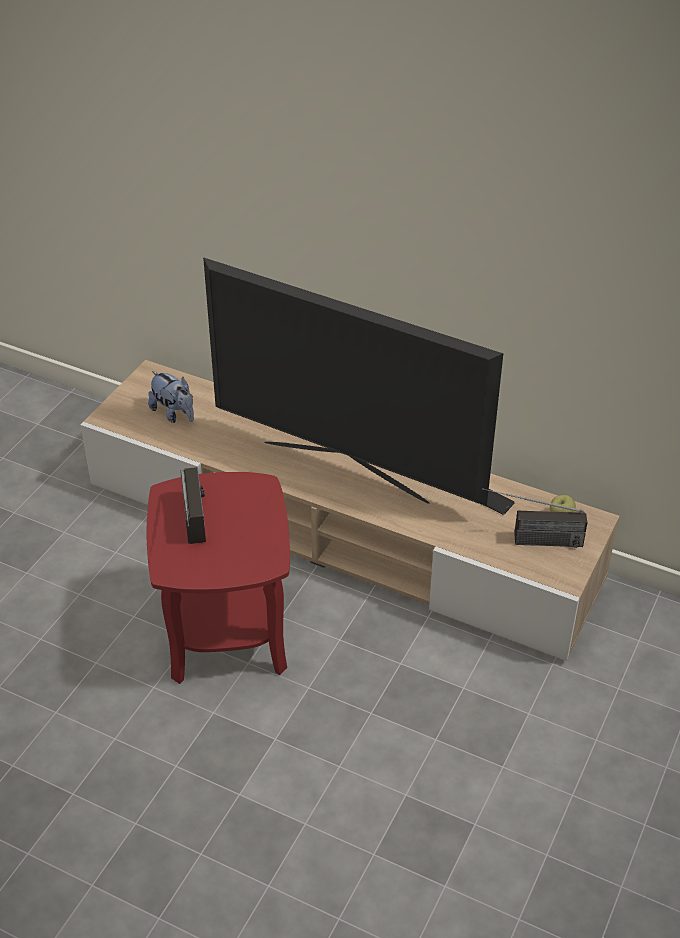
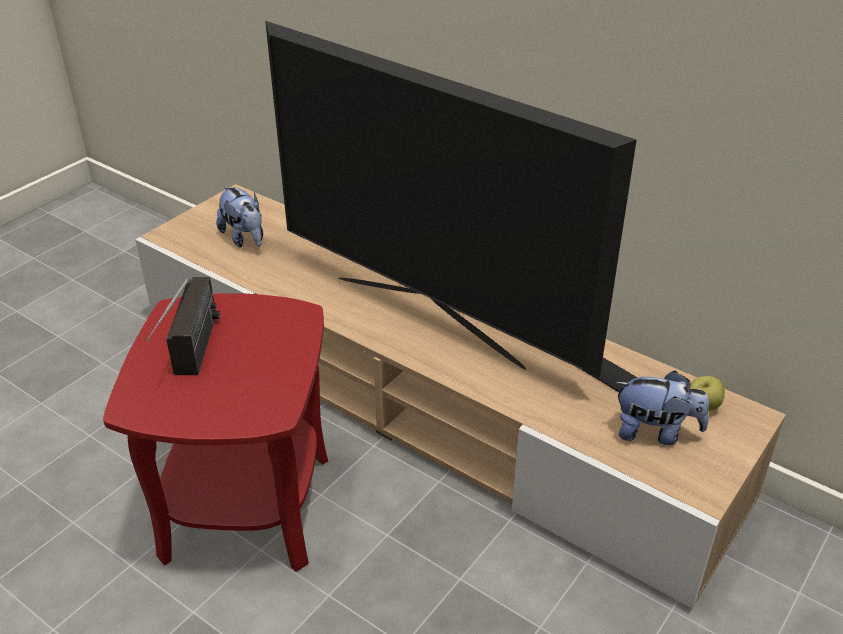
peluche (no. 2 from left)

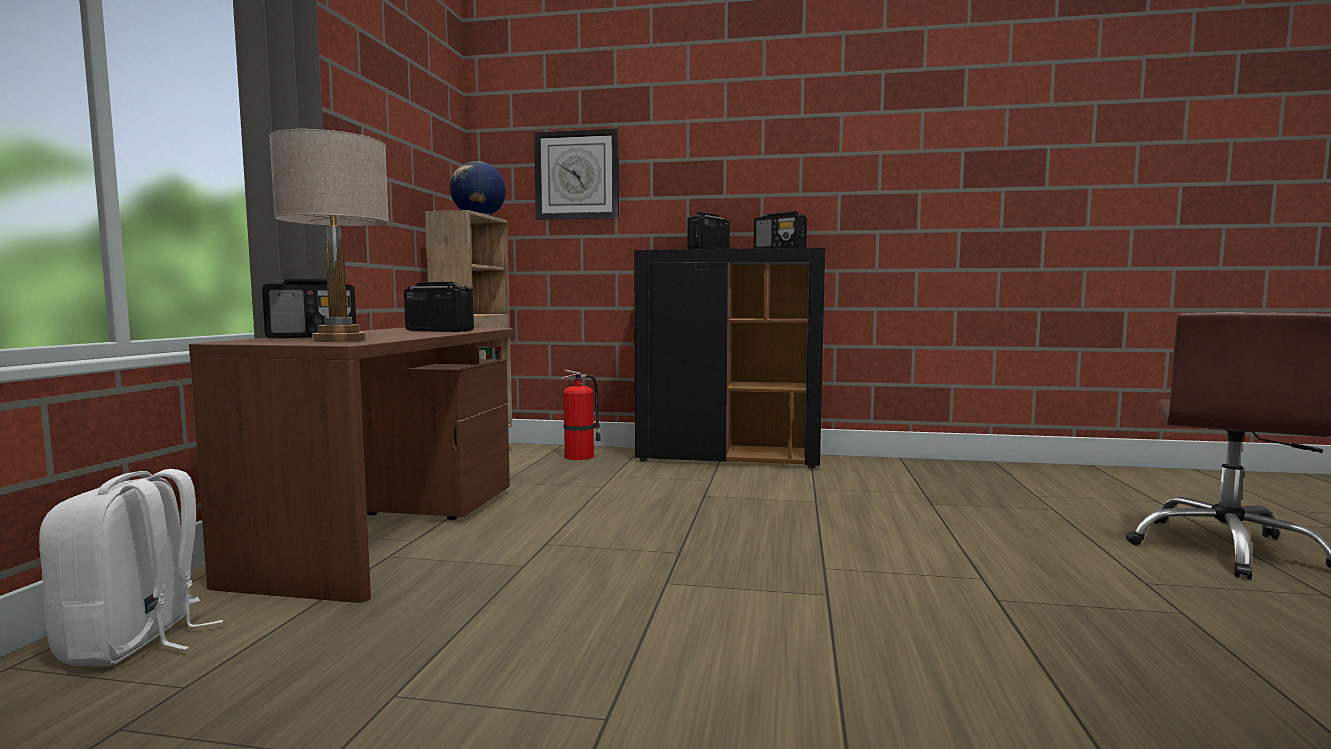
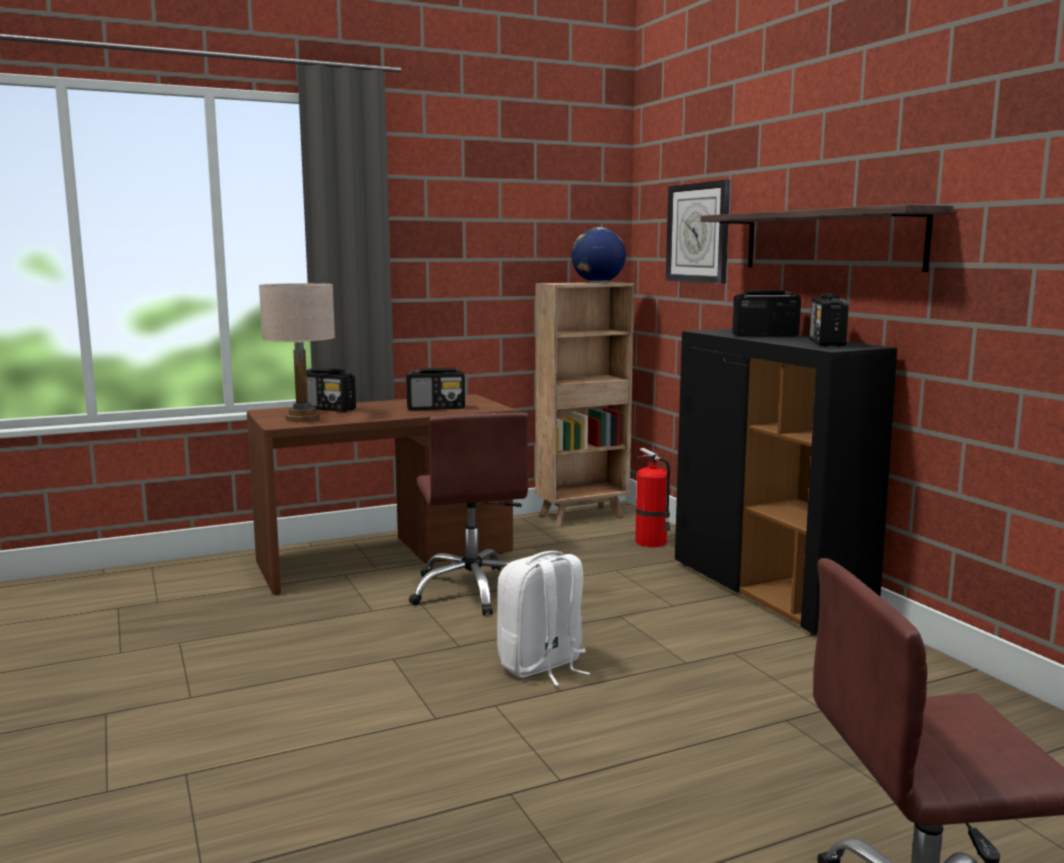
chaise de bureau (marron) (no. 1 from left)
étagère
sac à dos (blanc)
radio (no. 2 from left)

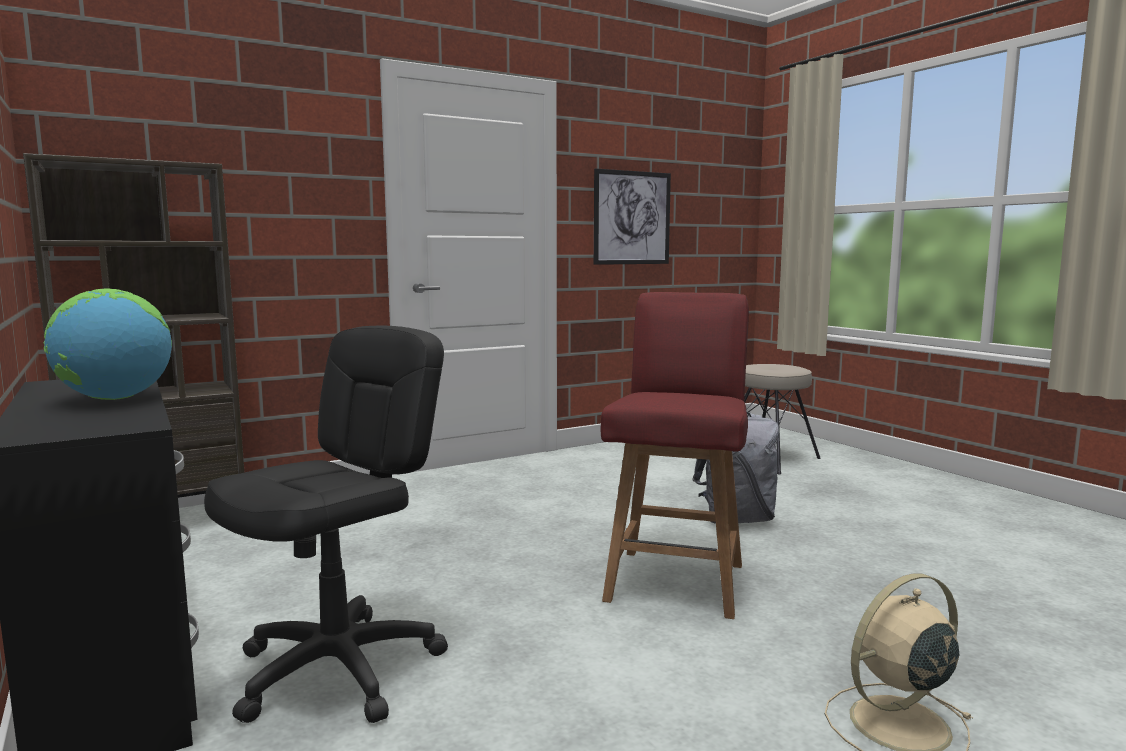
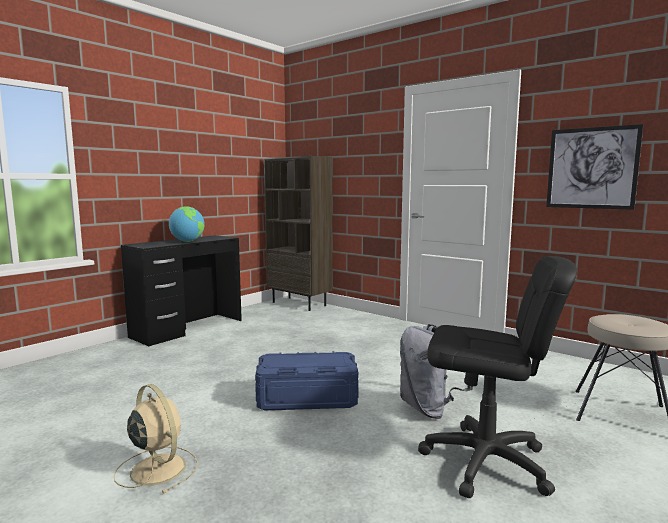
chaise de bureau (noir)
boîte de rangement (bleu)

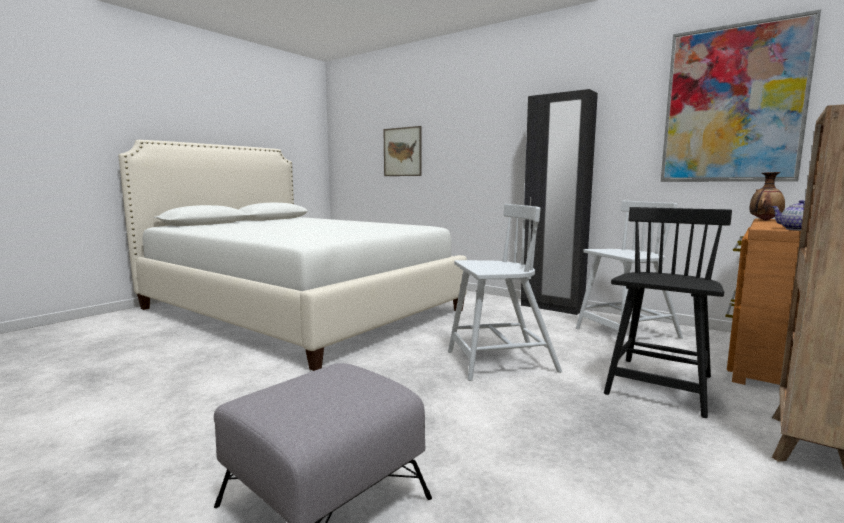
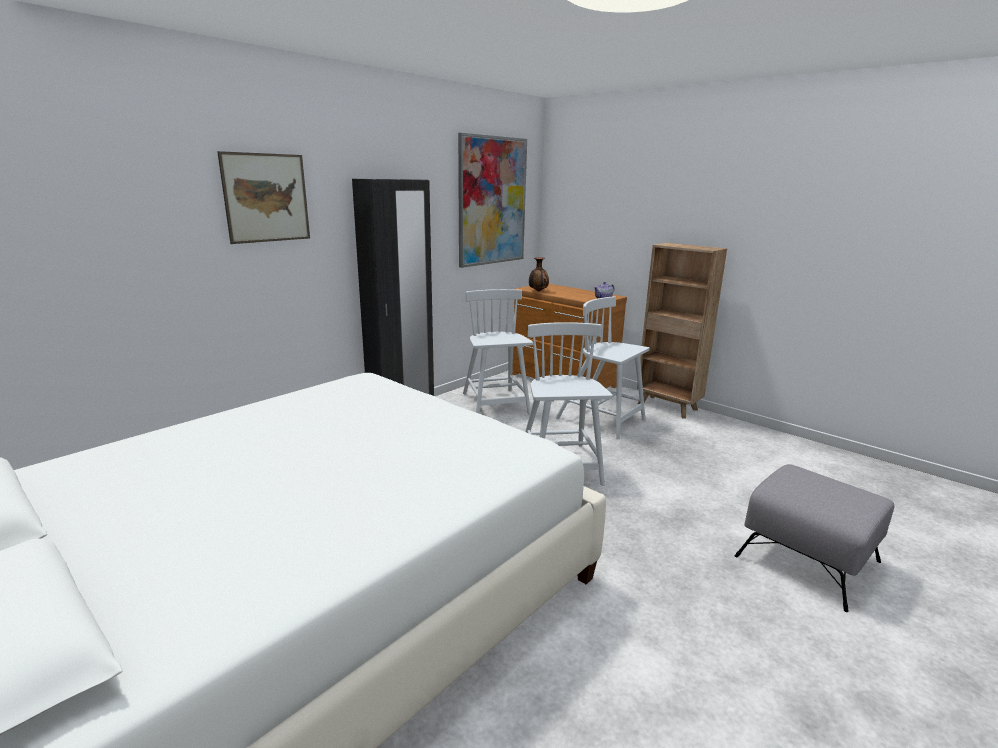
tableau (no. 1 from left)
chaise (blanc) (no. 3 from left)

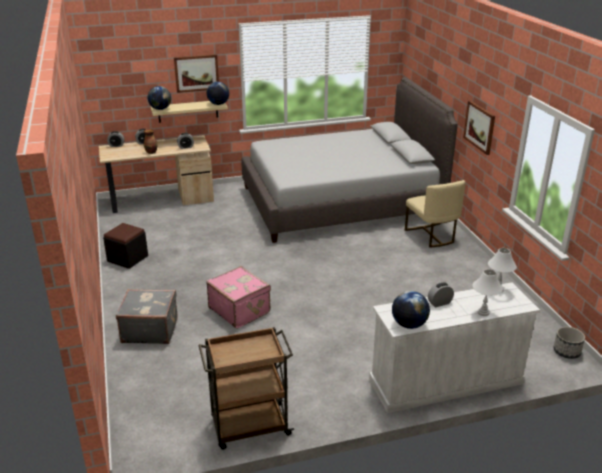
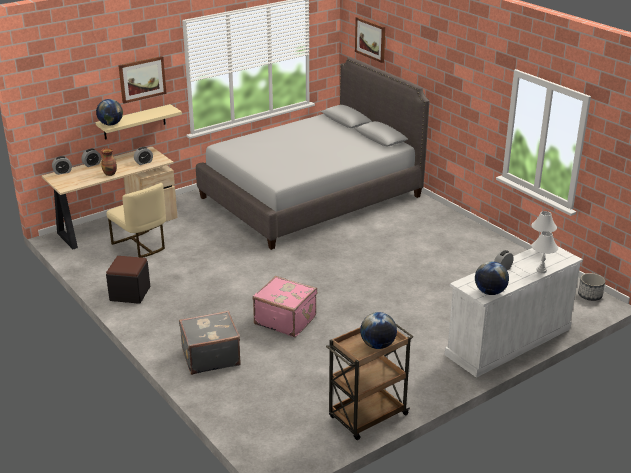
globe (no. 2 from left)
chaise (beige)
tableau (no. 2 from left)

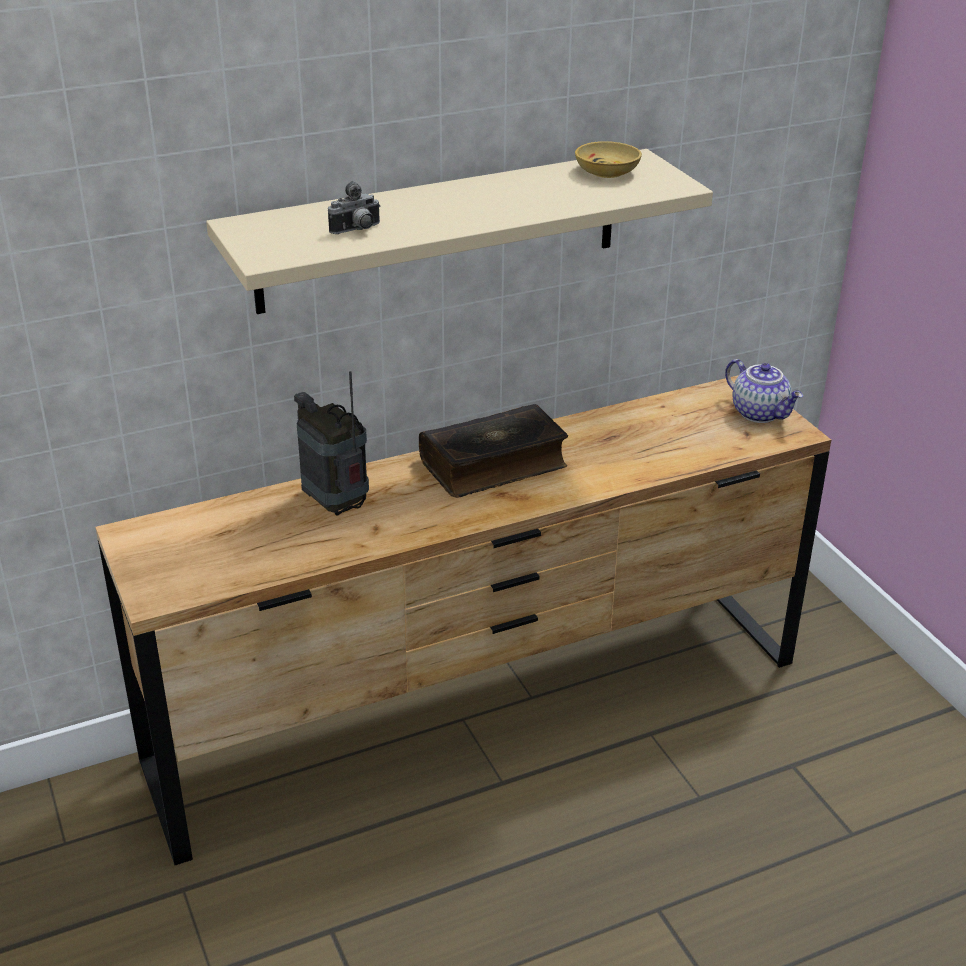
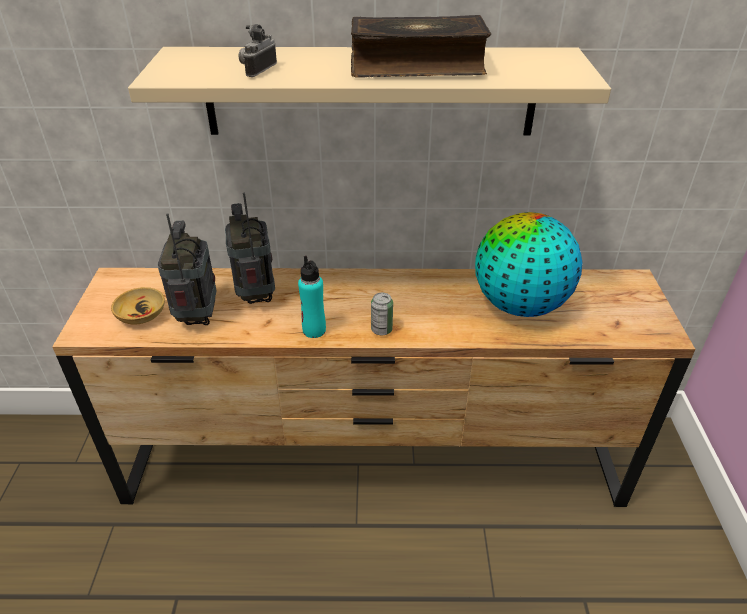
théière
radio (no. 1 from left)
bouteille (turquoise)
boîte métallique
globe
livre
bol (beige)
appareil photo

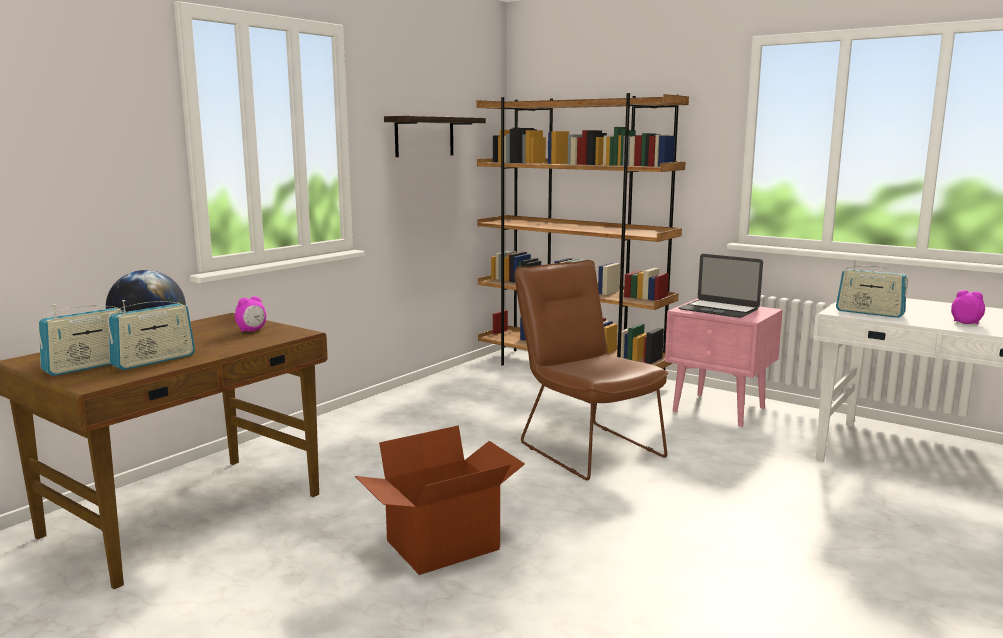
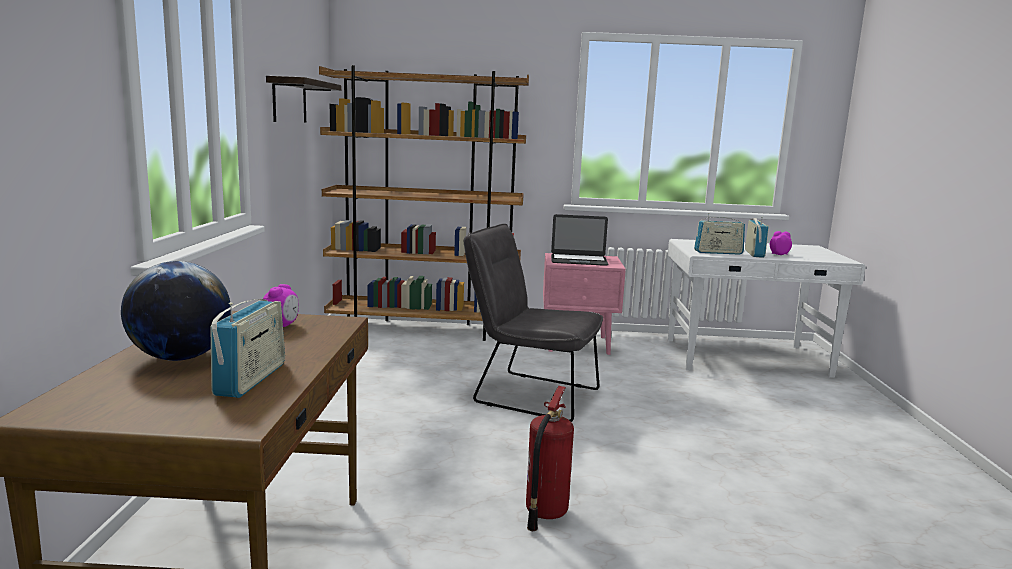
radio (no. 3 from left)
extincteur
chaise (gris)

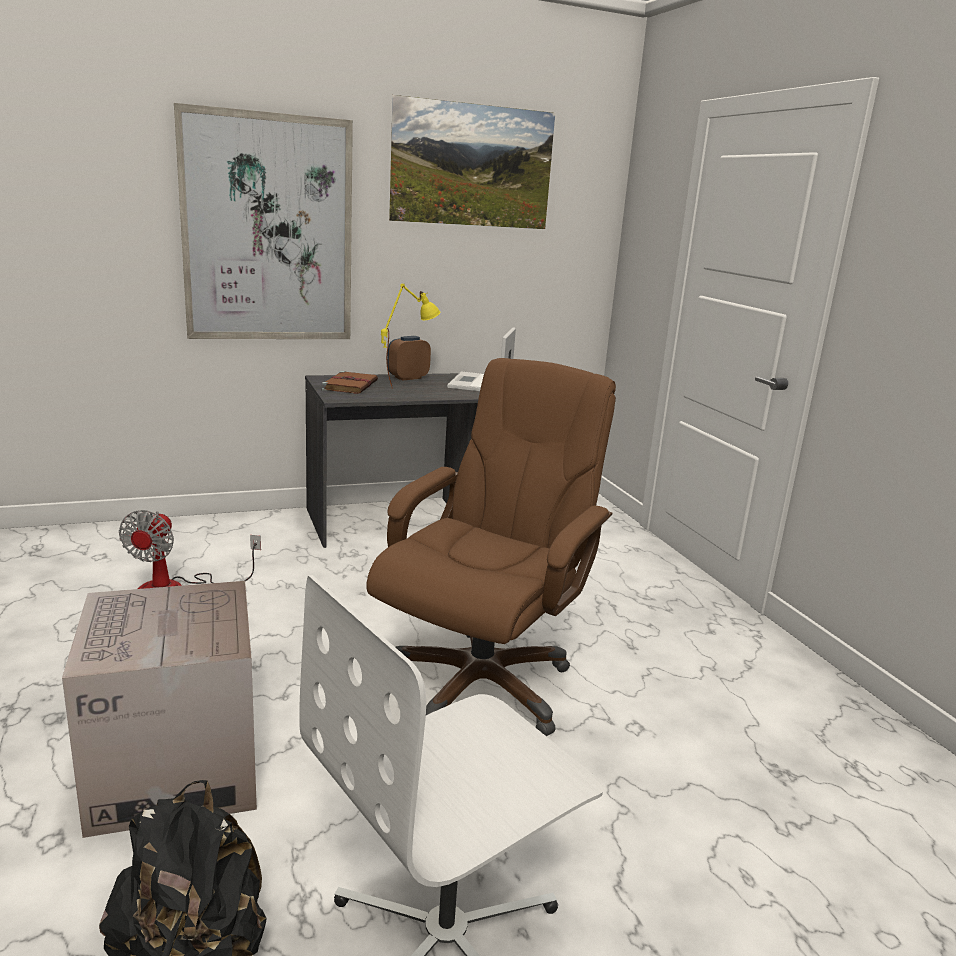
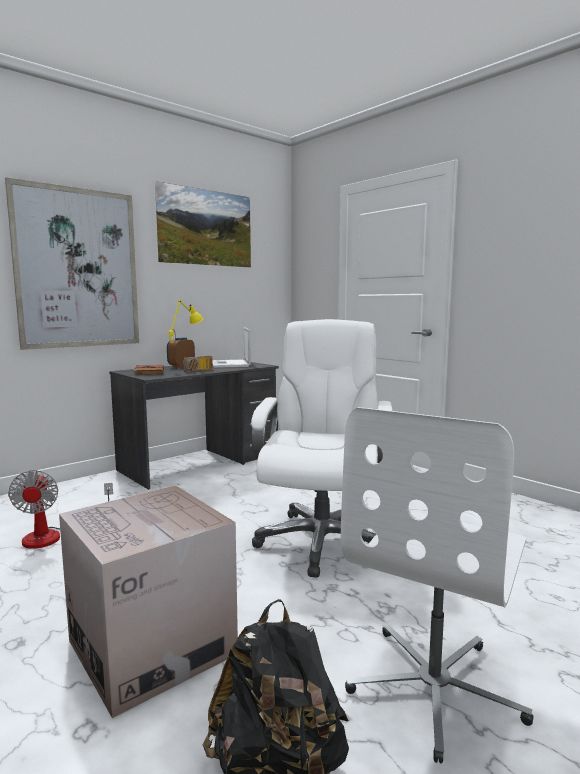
radio
chaise de bureau (blanc) (no. 1 from left)

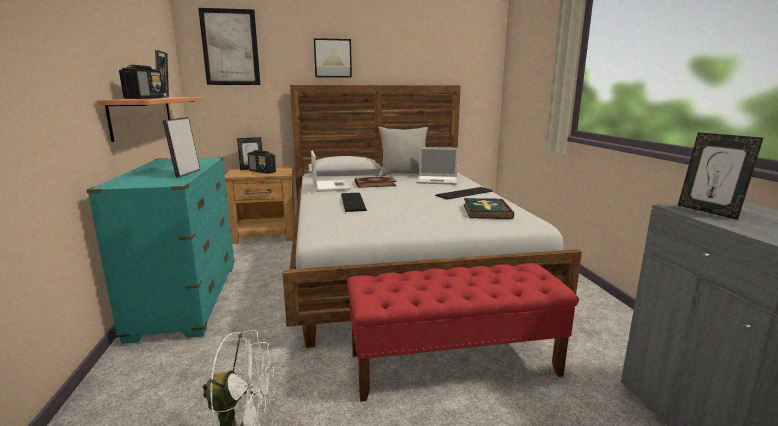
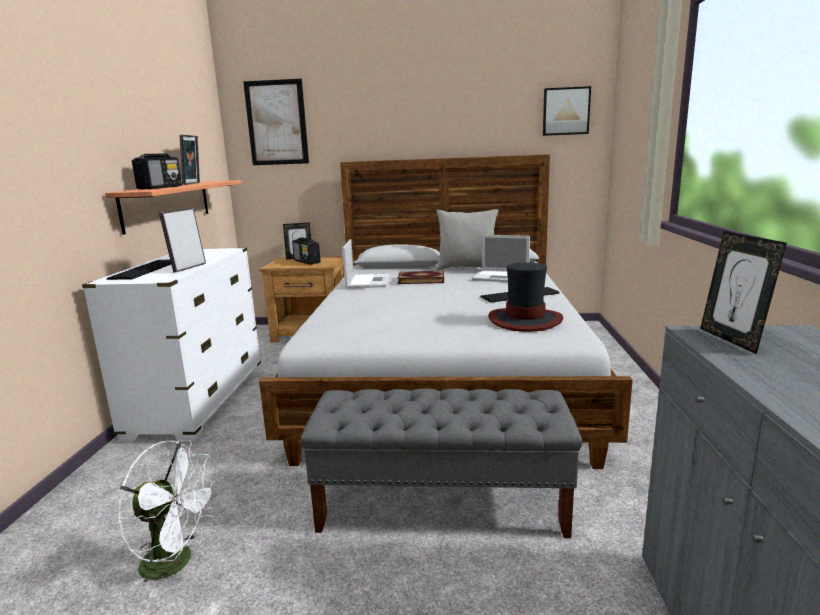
tableau (no. 2 from left)
clavier (no. 1 from left)
chapeau
commode (blanc)
banc (gris)

